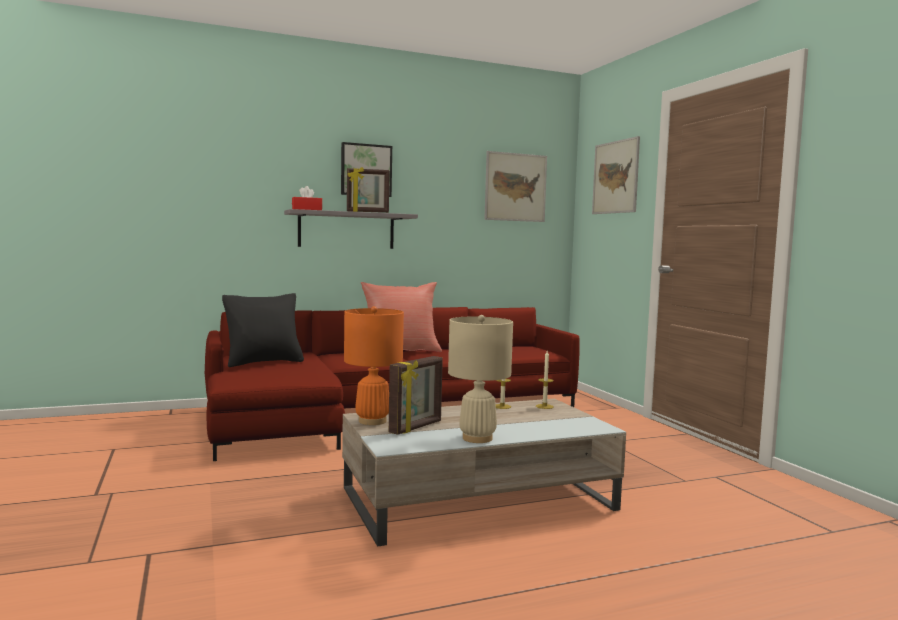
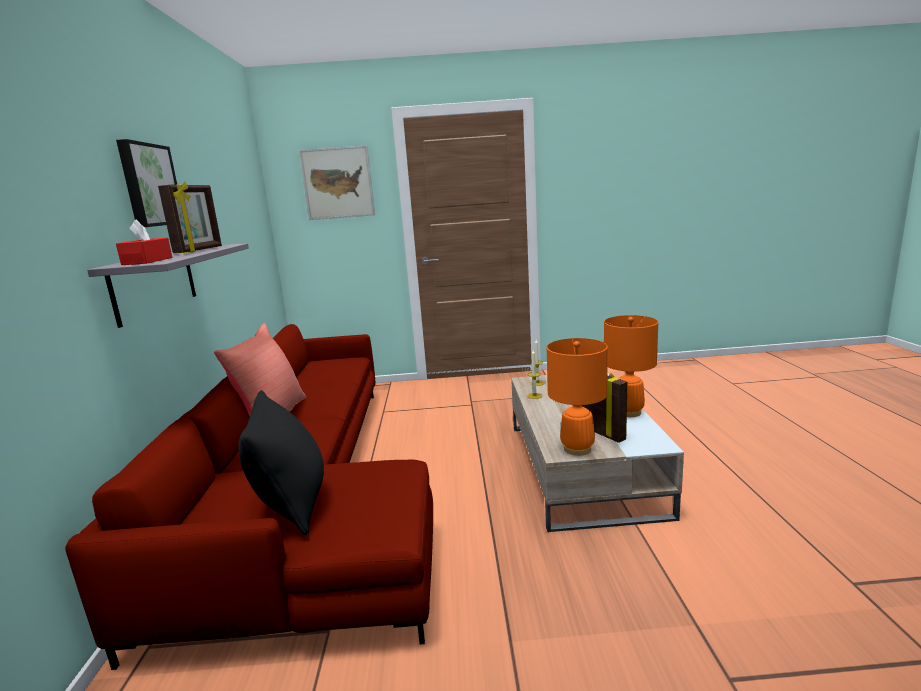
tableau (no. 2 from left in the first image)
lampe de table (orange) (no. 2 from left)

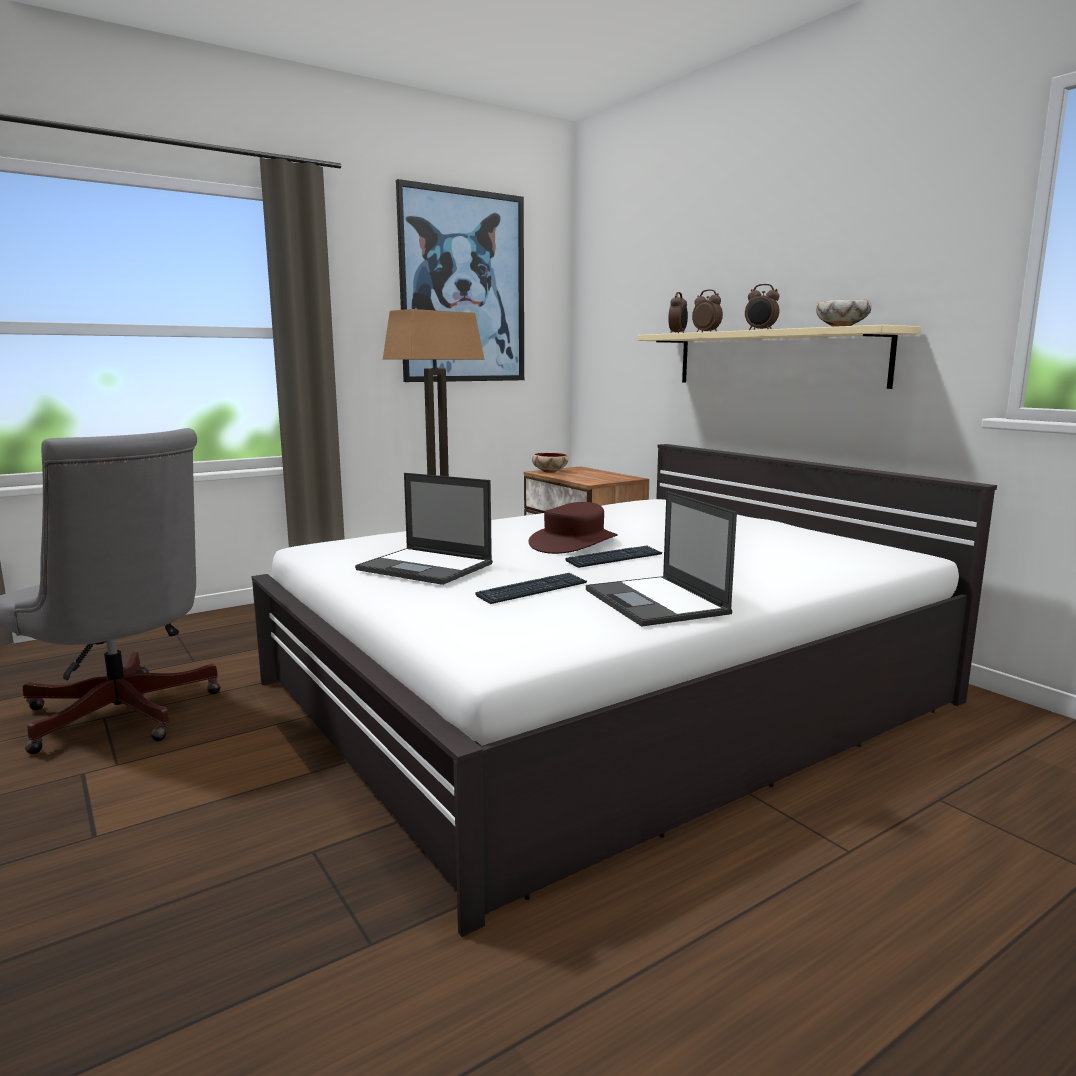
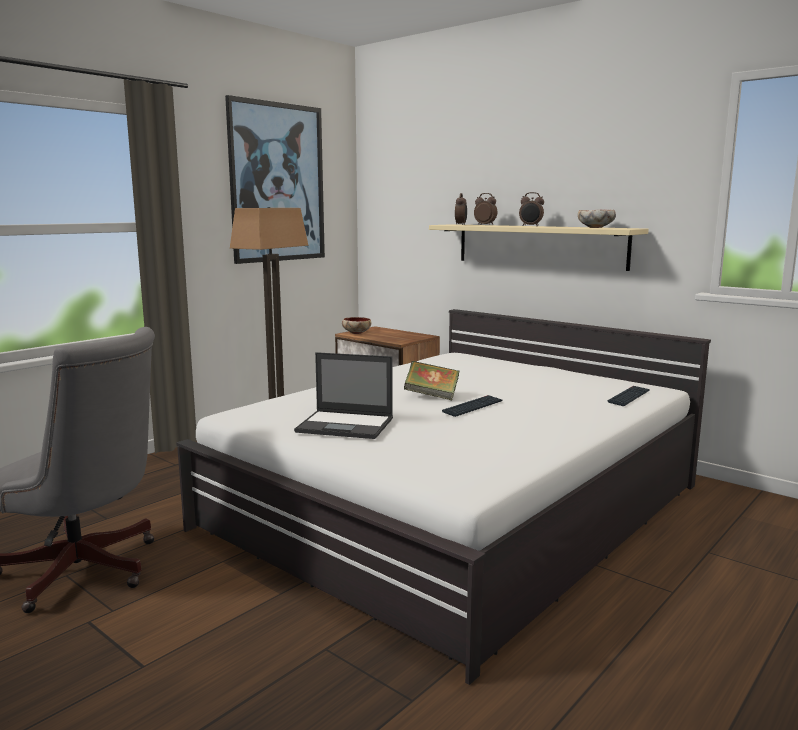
ordinateur portable (no. 2 from left in the first image)
clavier (no. 2 from left)
livre

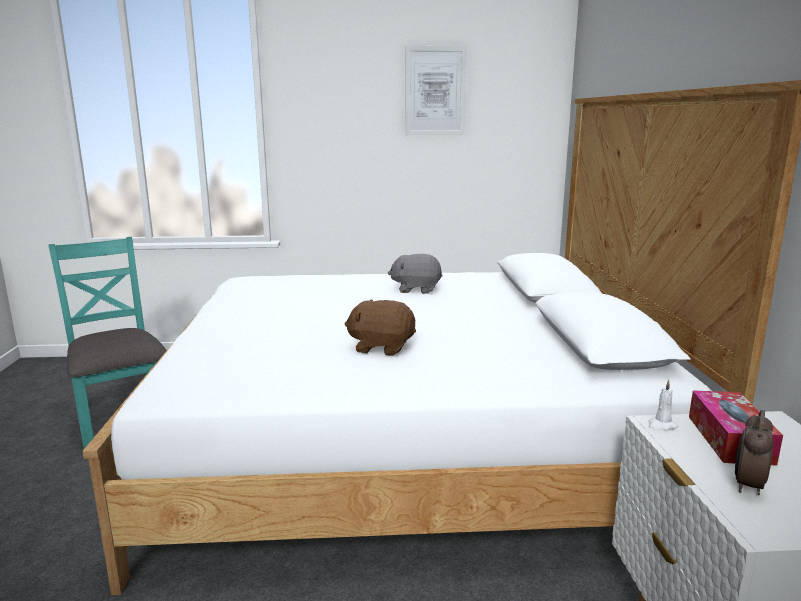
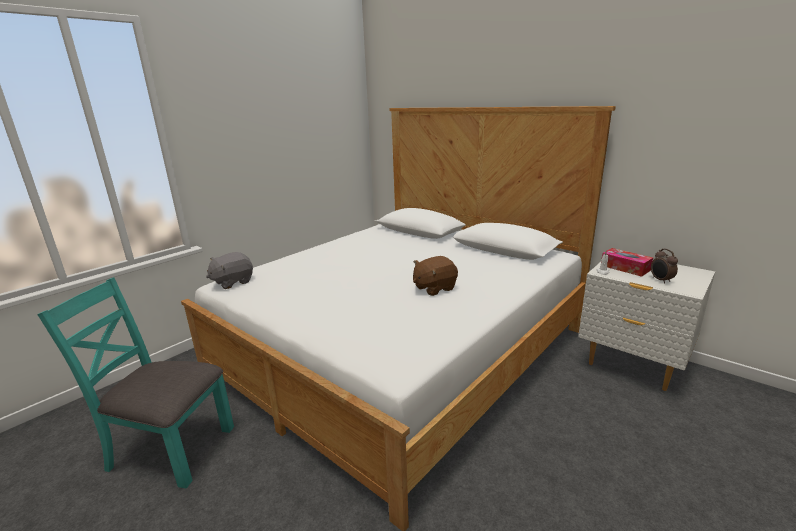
tableau
peluche (gris)

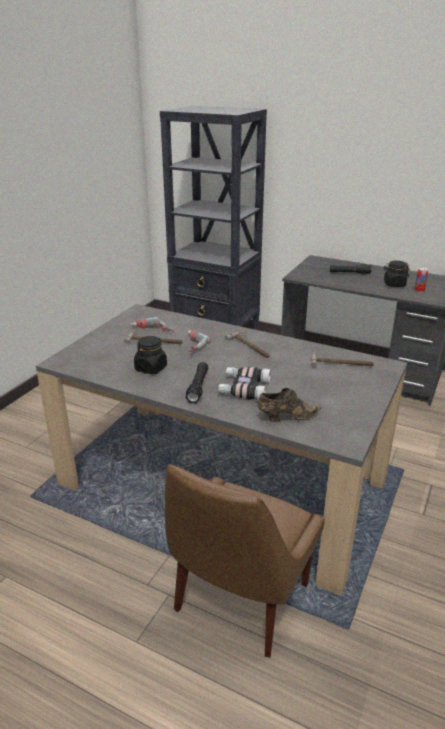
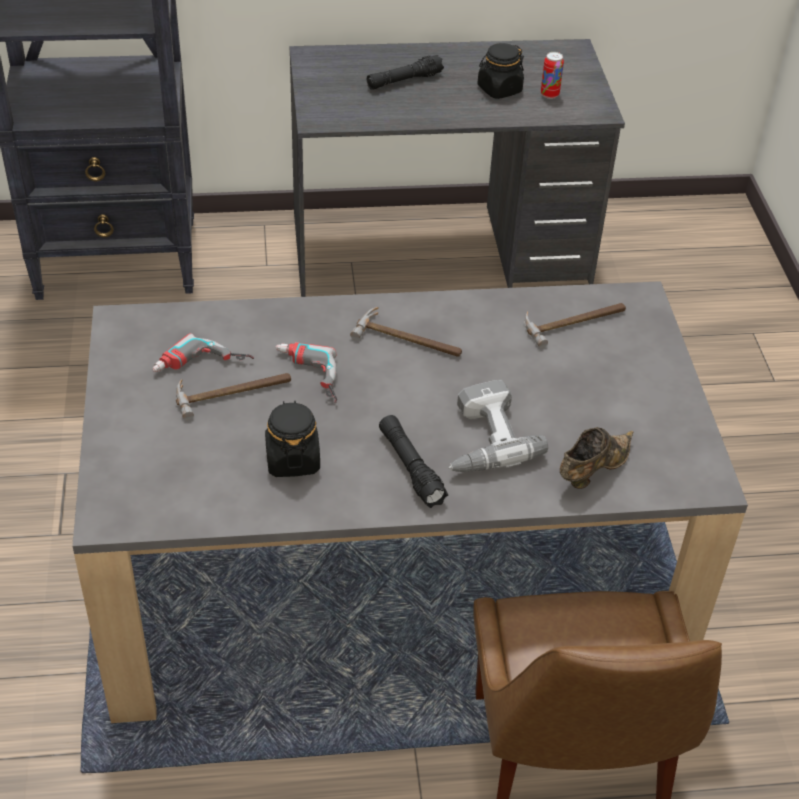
perceuse (no. 3 from left)

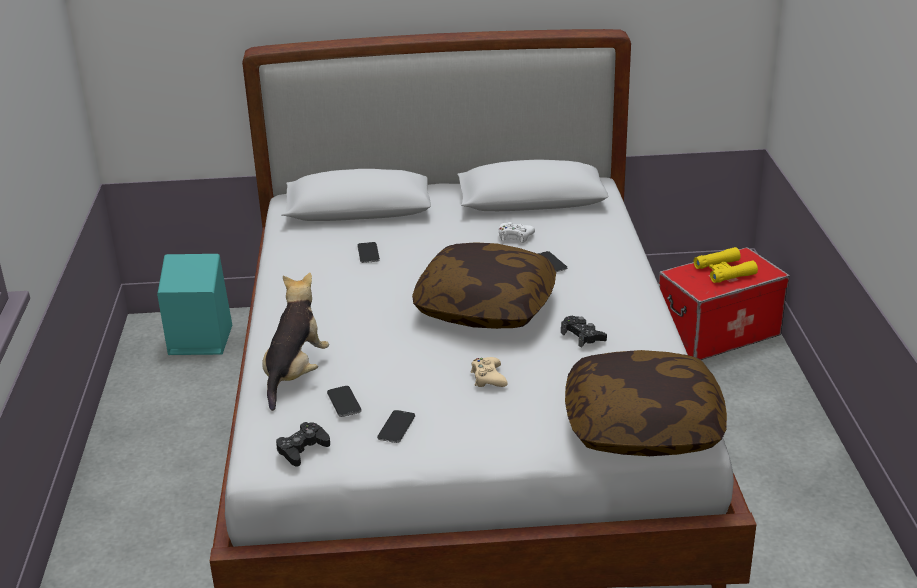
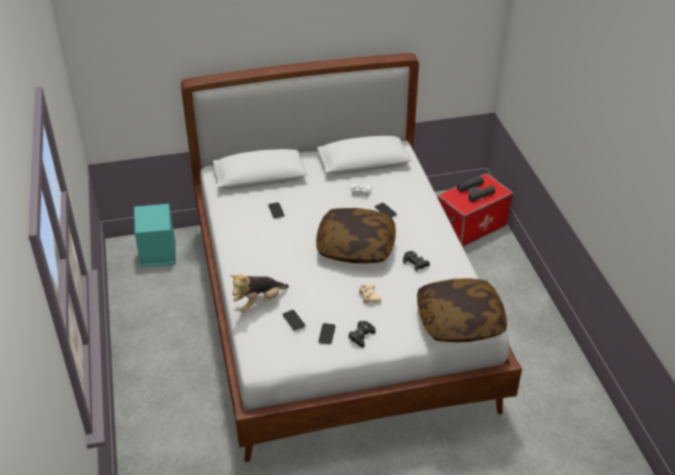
manette (noir) (no. 1 from left)
jumelles (noir)
peluche

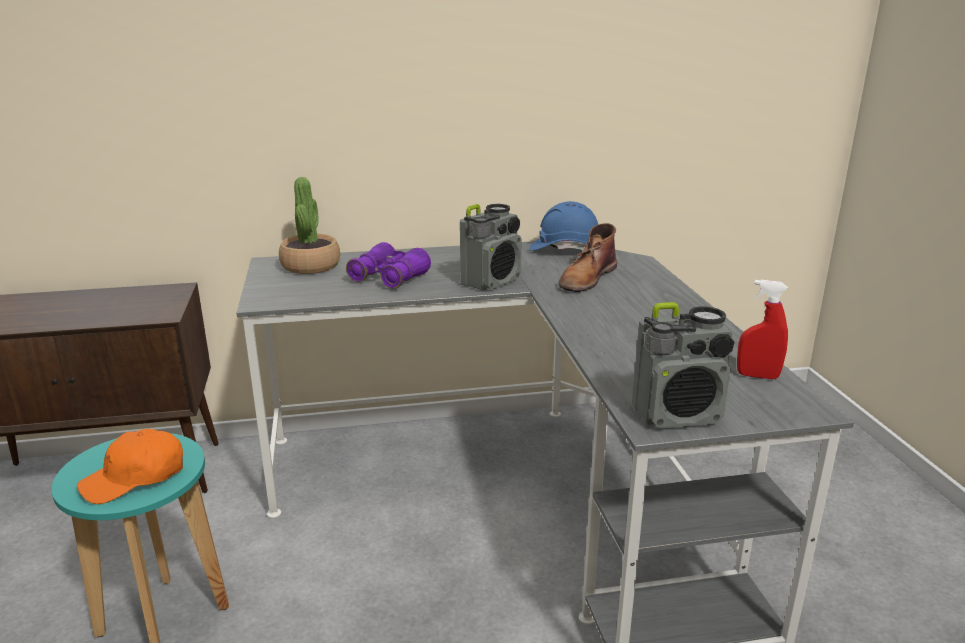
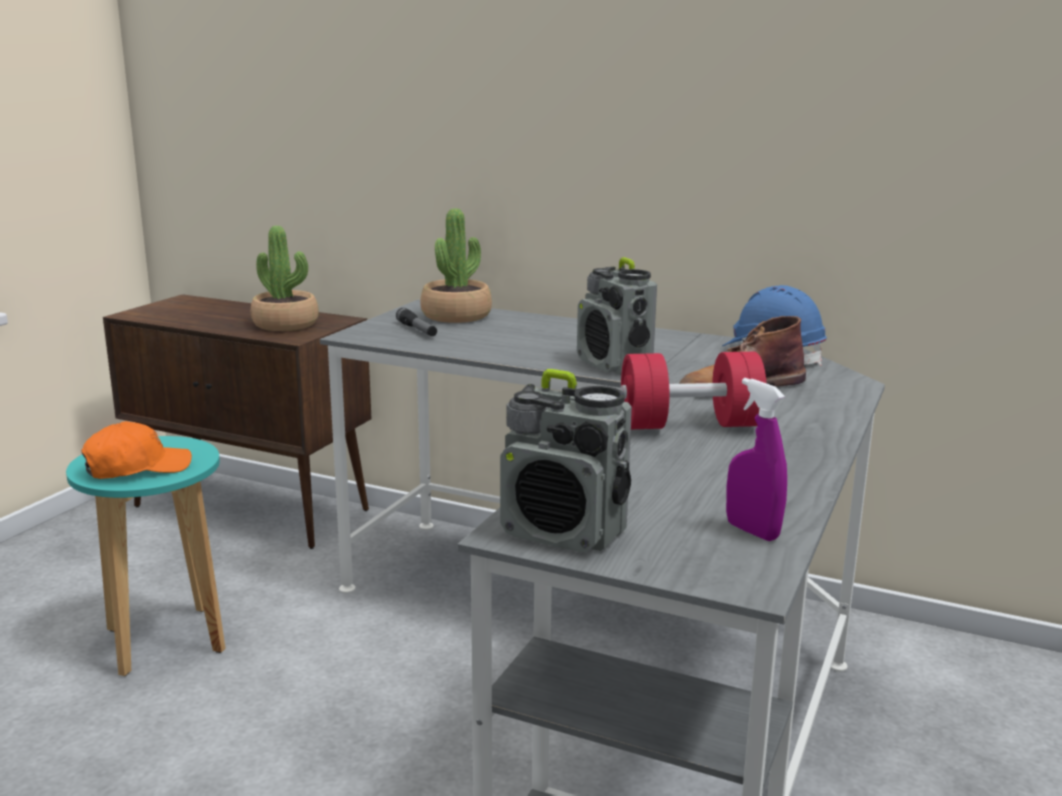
jumelles (violet)
plante en pot (no. 1 from left)
lampe de poche
haltère (rouge)
vaporisateur (violet)
casquette (orange)
radio (no. 2 from left)

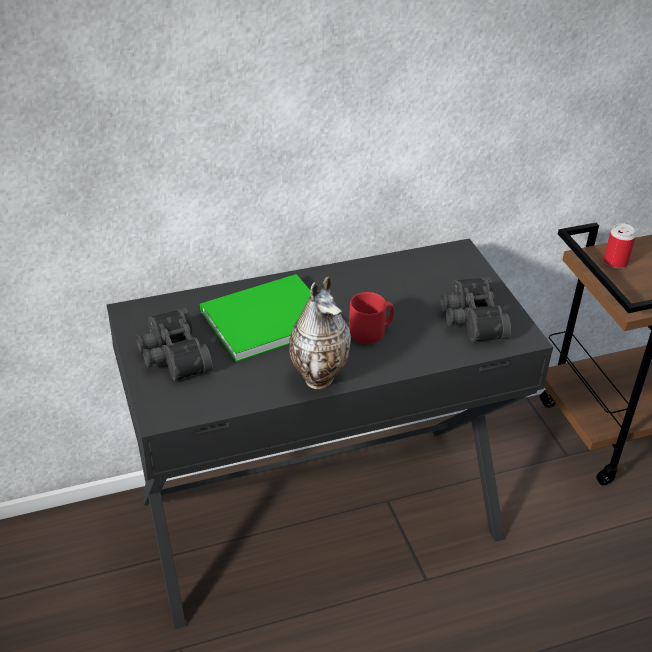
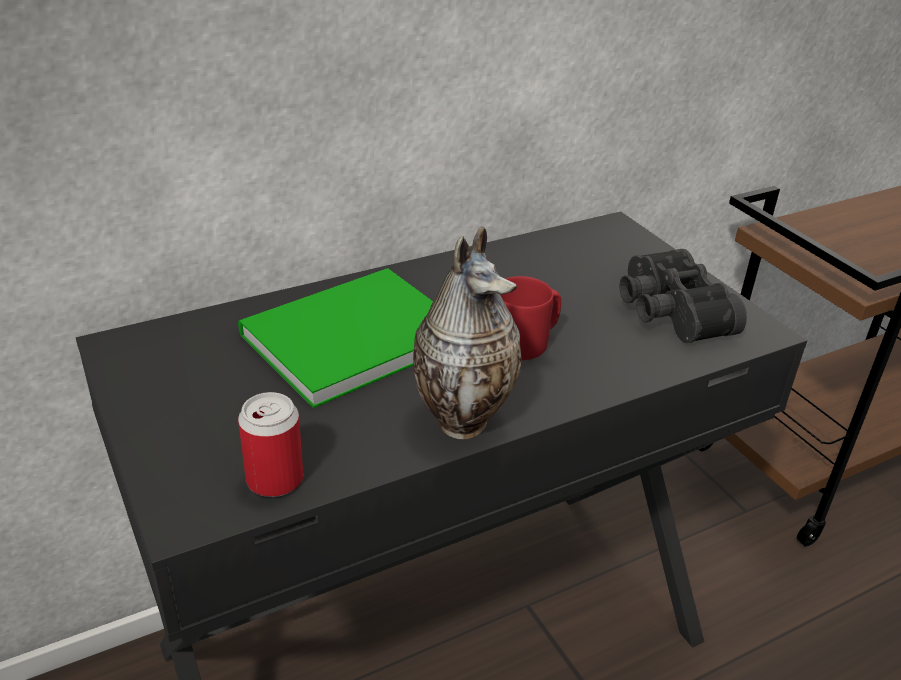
jumelles (noir) (no. 1 from left in the first image)
boîte métallique

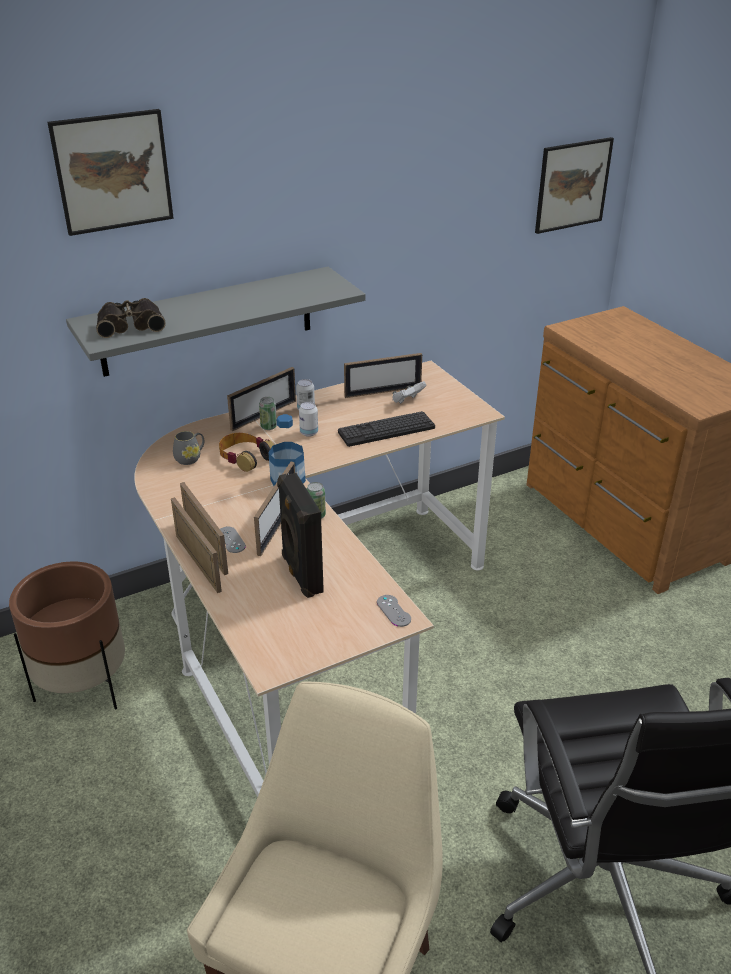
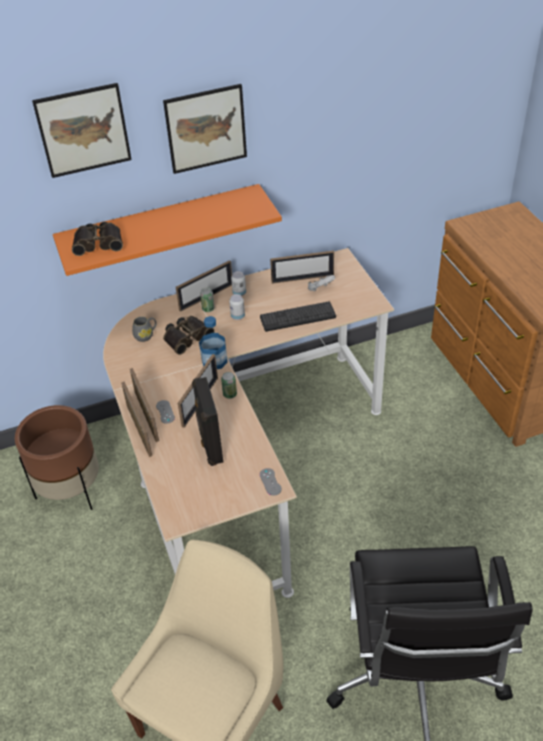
tableau (no. 2 from left)
jumelles (no. 2 from left)
étagère (orange)

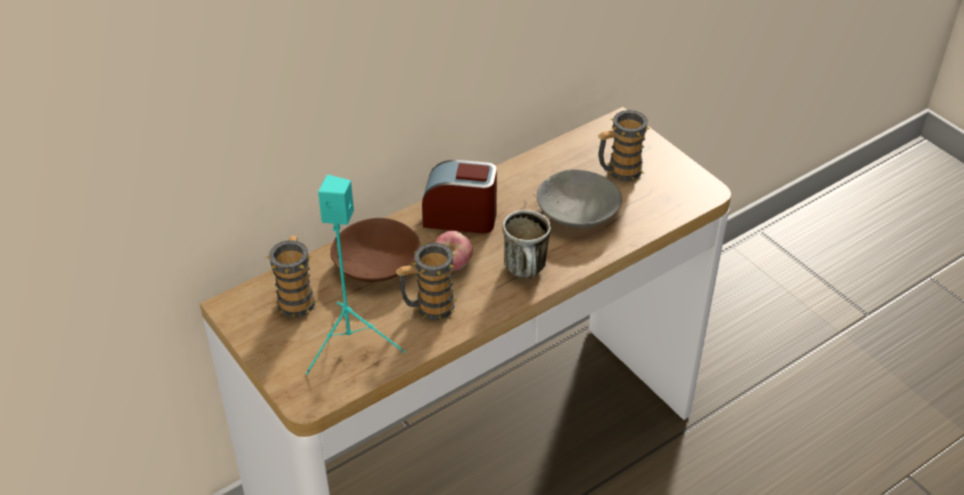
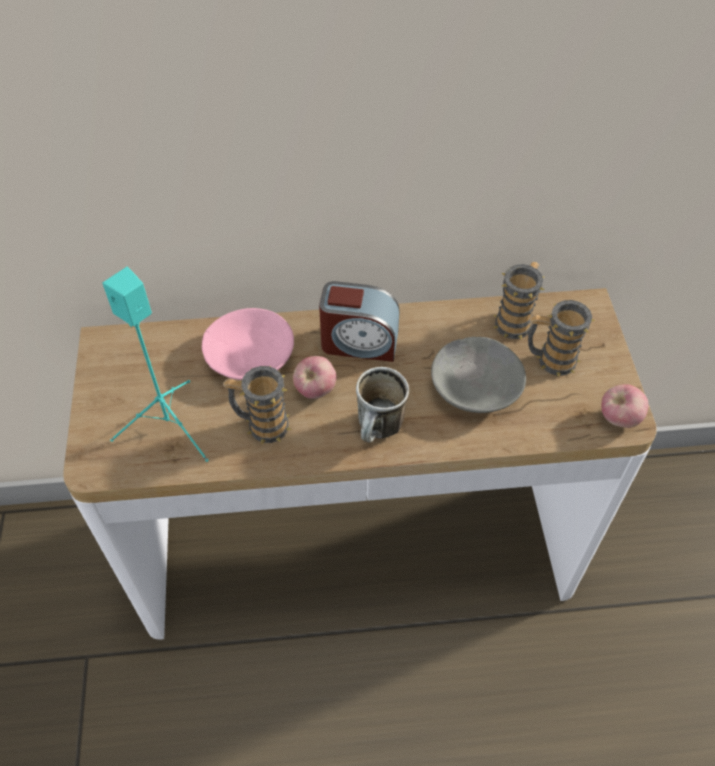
pomme (no. 2 from left)
mug (no. 3 from left)
bol (rose)
réveil

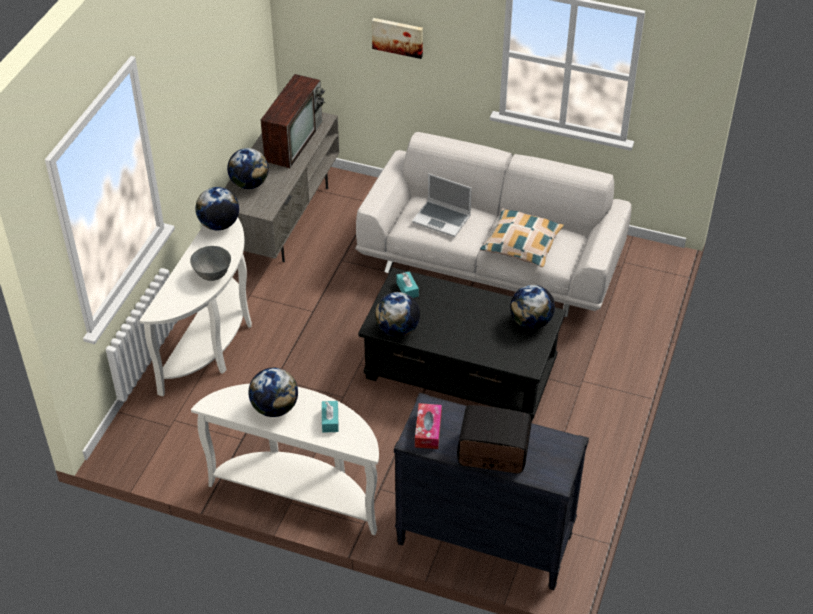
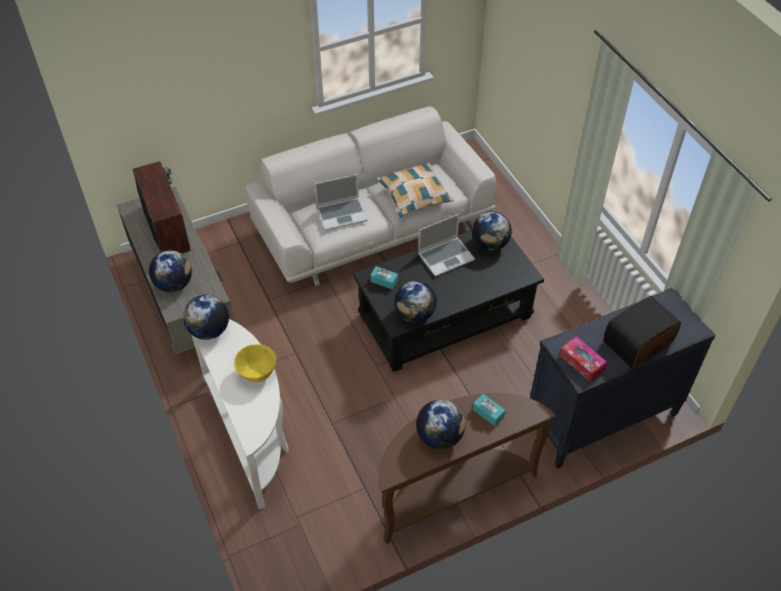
tableau
ordinateur portable (no. 2 from left)
bol (jaune)
table console (marron)

